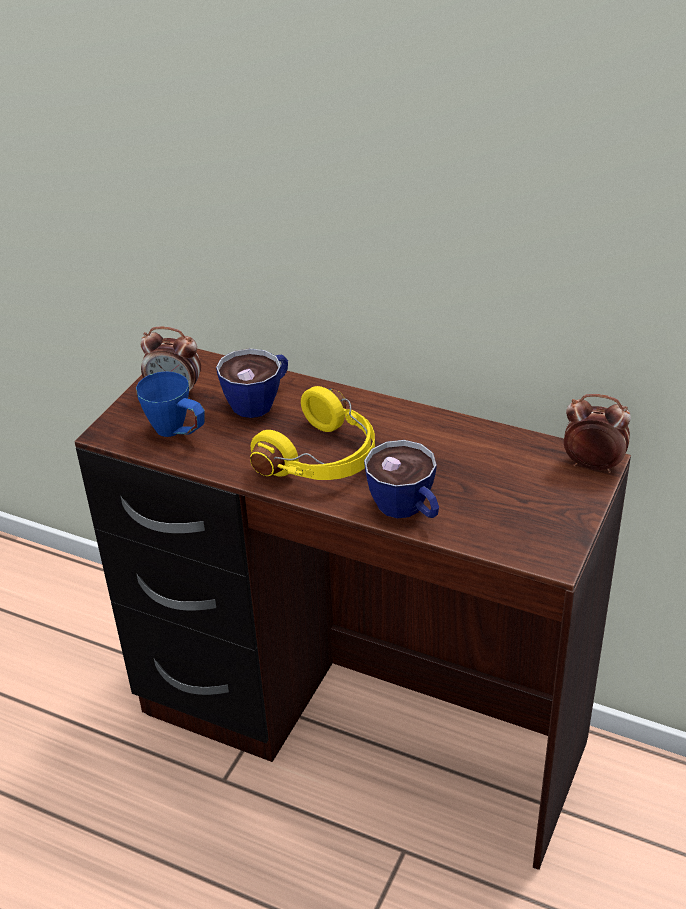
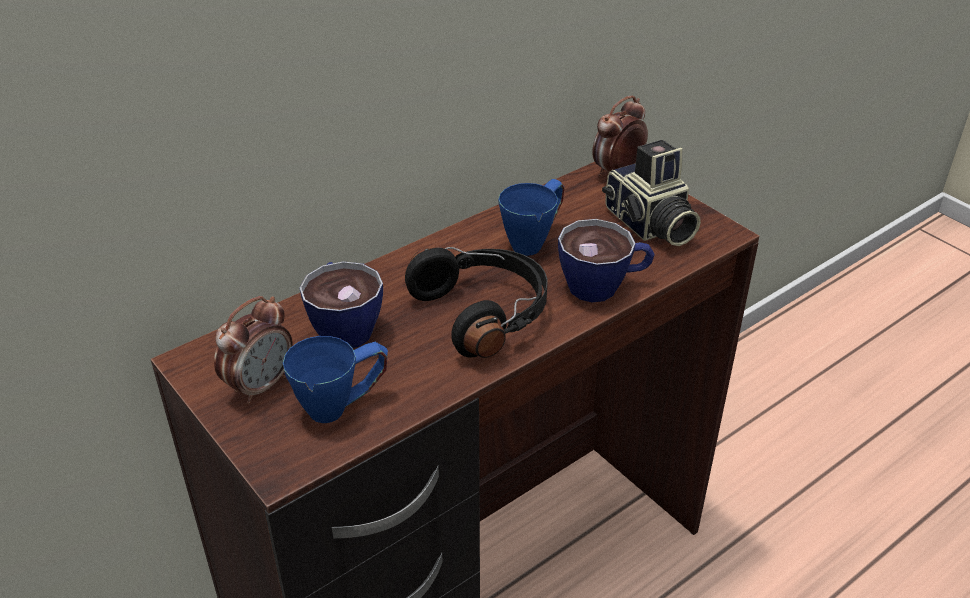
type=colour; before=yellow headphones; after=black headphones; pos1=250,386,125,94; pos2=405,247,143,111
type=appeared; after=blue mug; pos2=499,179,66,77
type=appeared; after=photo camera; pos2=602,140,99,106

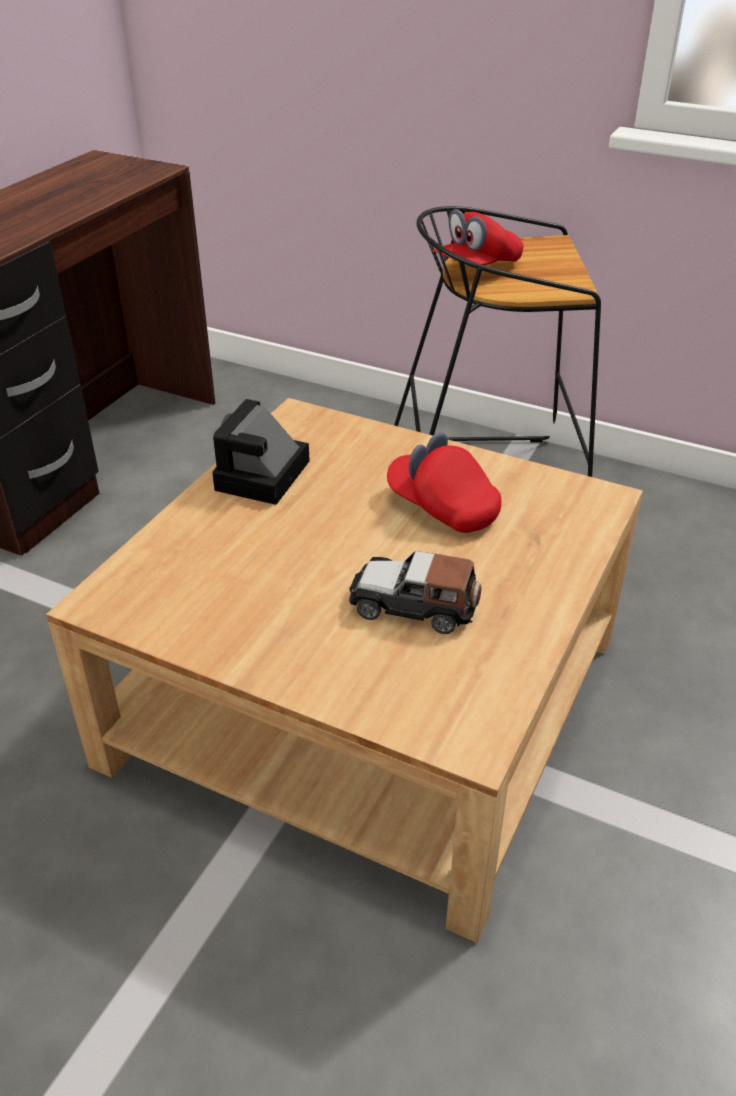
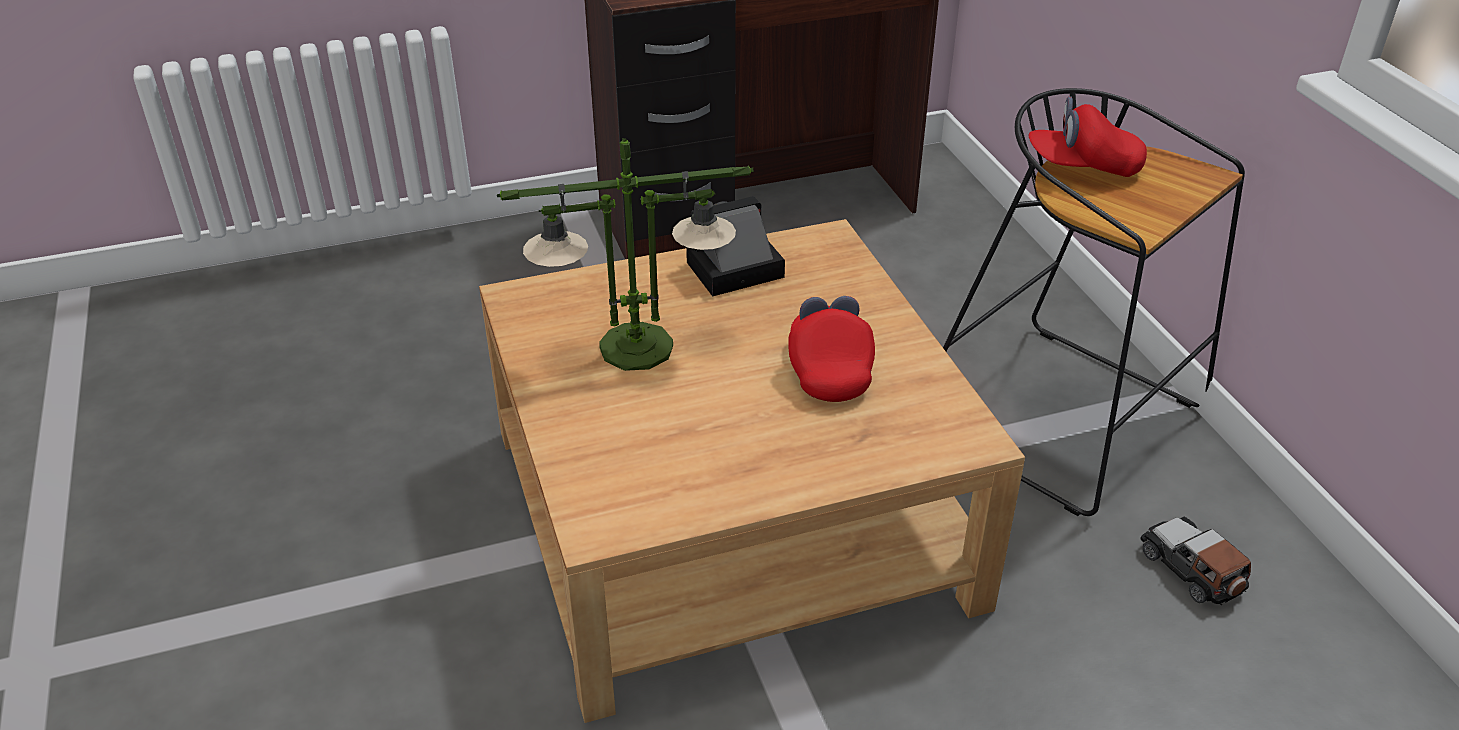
type=relocated; before=toy car; pos1=349,551,133,83; pos2=1140,517,111,89
type=appeared; after=table lamp; pos2=497,138,256,233

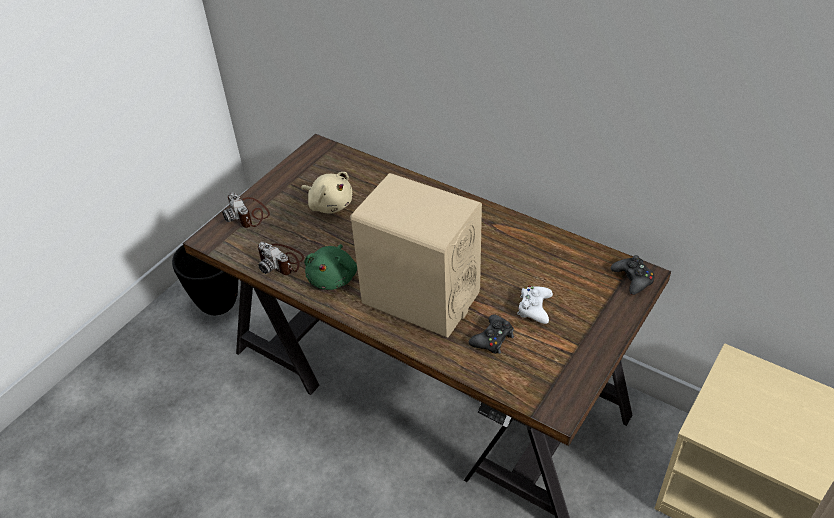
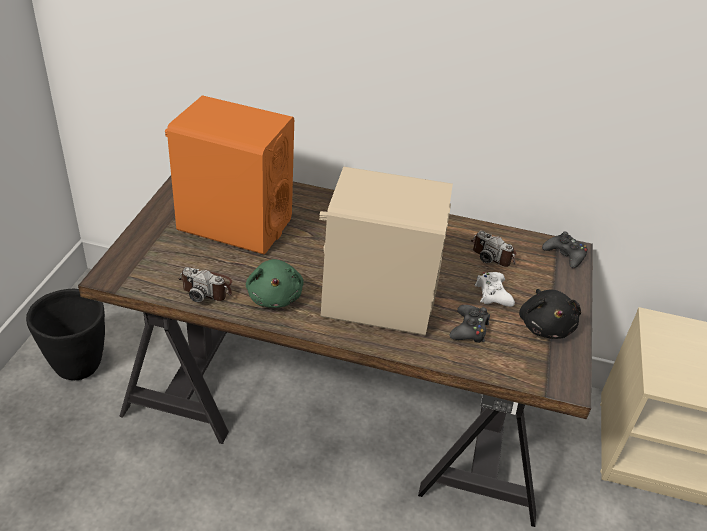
type=relocated; before=photo camera; pos1=222,192,48,36; pos2=471,231,45,36
type=exchanged; before=beige plush toy; after=orange speaker; pos1=301,172,52,42; pos2=165,96,129,159
type=appeared; after=black plush toy; pos2=519,289,62,50

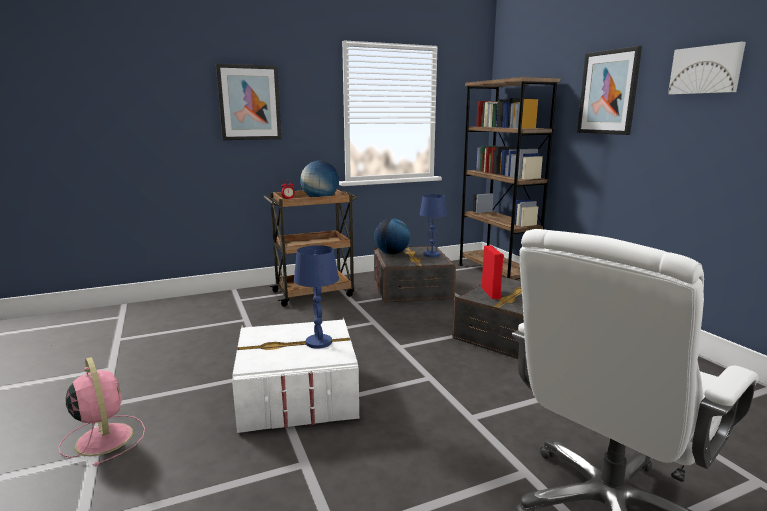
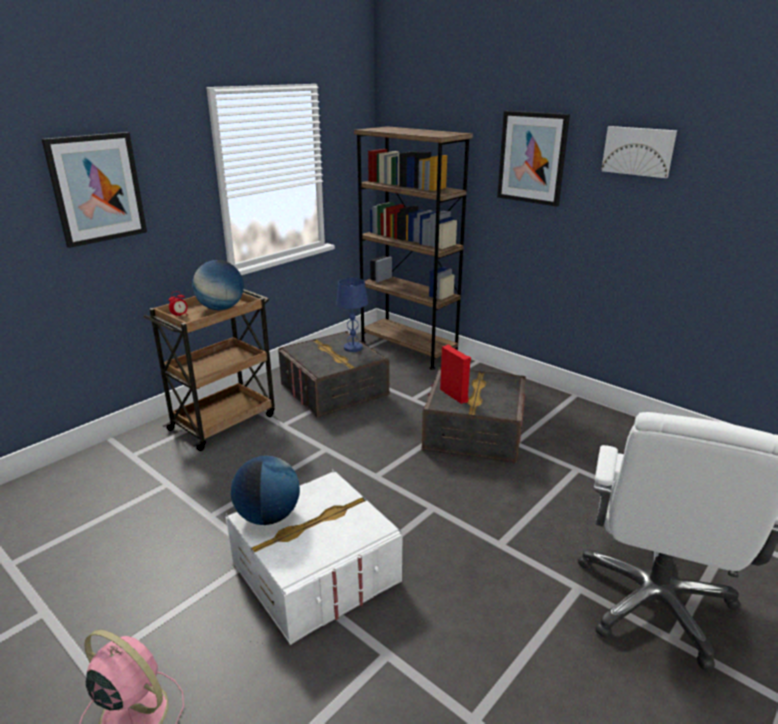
type=missing; before=blue table lamp; pos1=294,245,45,104
type=relocated; before=globe; pos1=374,218,36,36; pos2=231,456,69,69

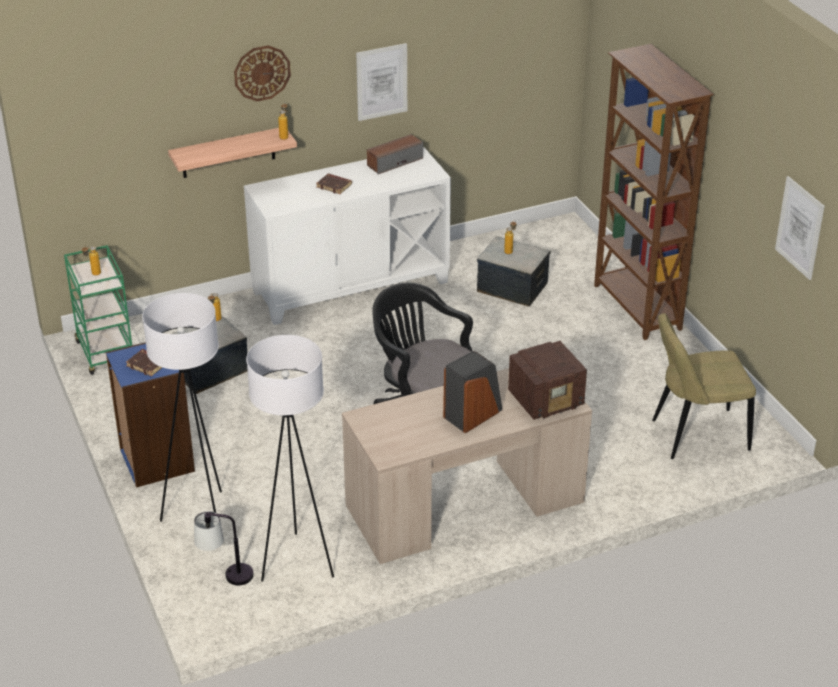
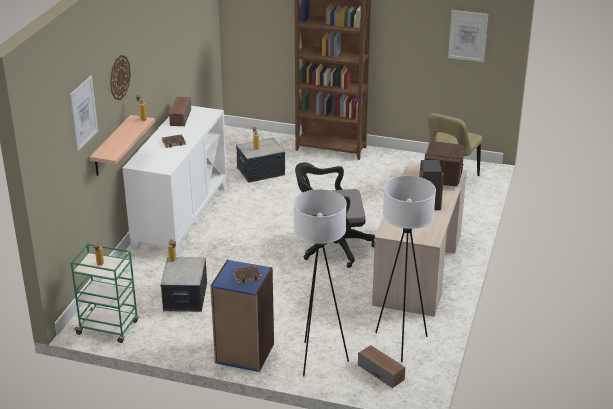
type=exchanged; before=table lamp; after=speaker; pos1=194,511,60,75; pos2=358,345,47,43
type=relocated; before=picture; pos1=356,43,51,78; pos2=70,76,28,75

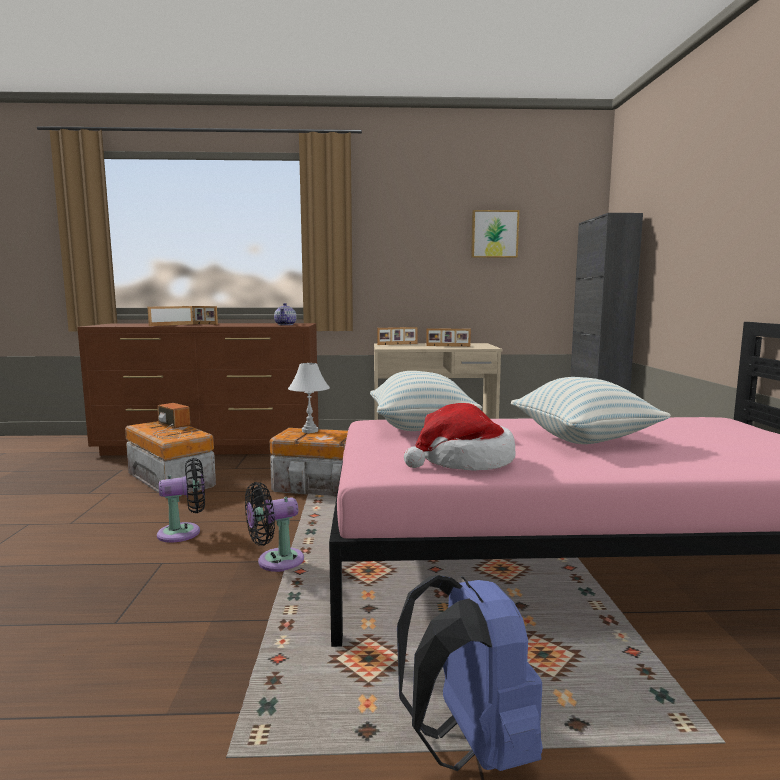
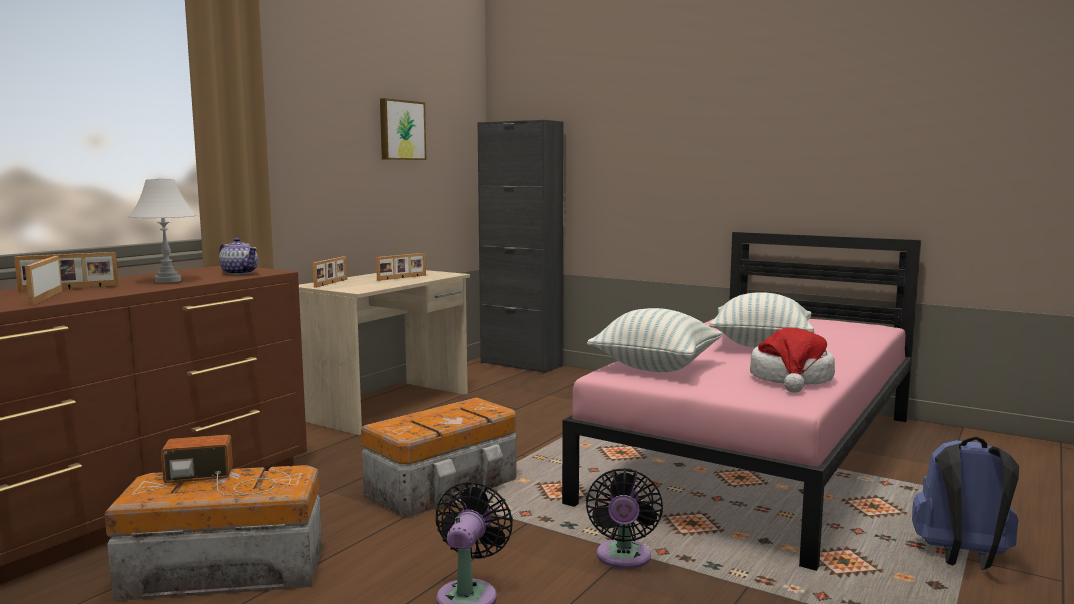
type=relocated; before=white table lamp; pos1=288,363,42,70; pos2=129,178,67,105

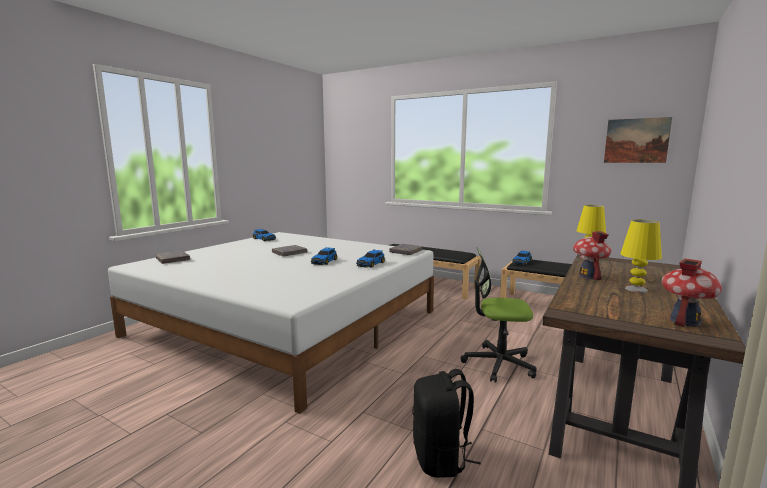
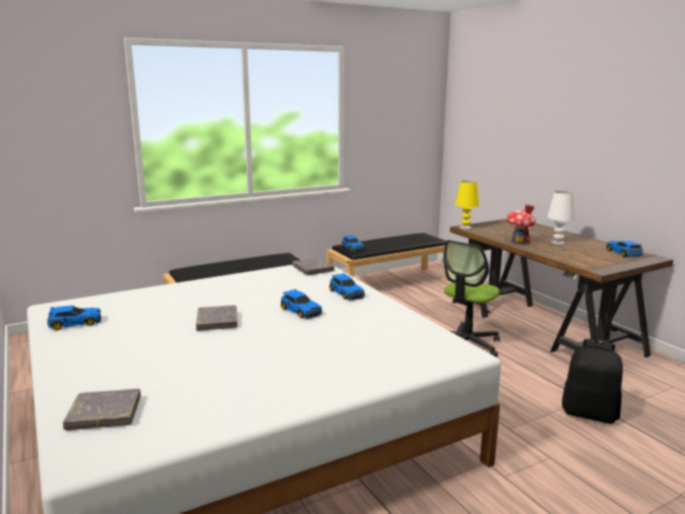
type=missing; before=picture; pos1=604,117,68,46
type=colour; before=yellow table lamp; after=white table lamp; pos1=620,220,42,73; pos2=547,191,28,54
type=exchanged; before=toy house; after=toy car; pos1=662,258,60,69; pos2=606,241,37,16

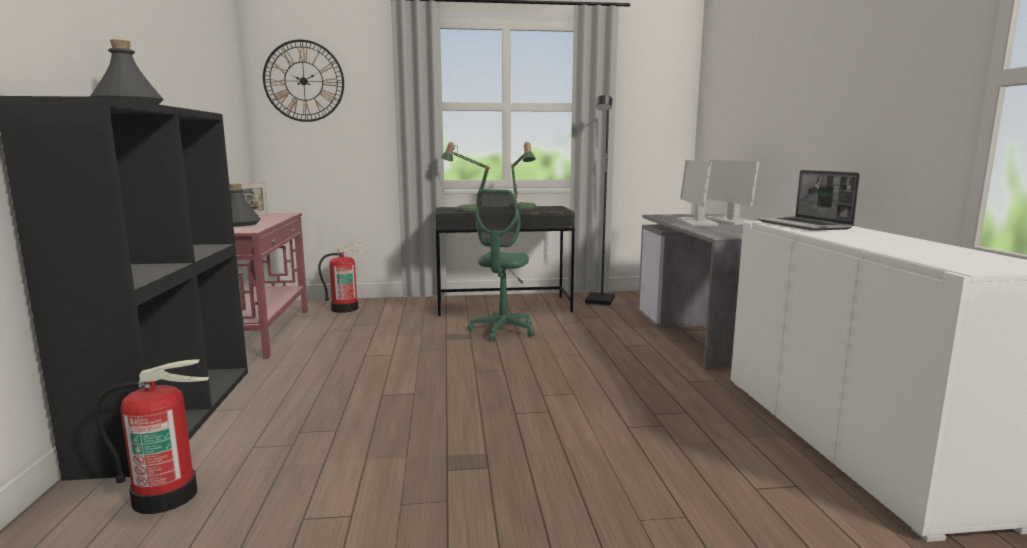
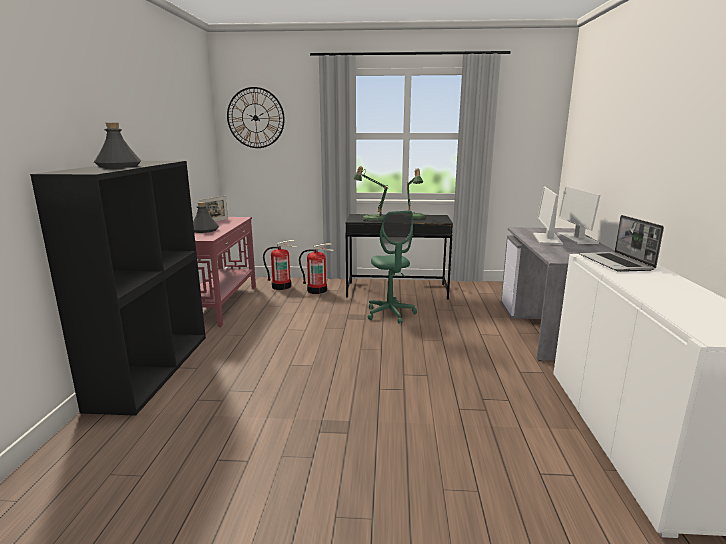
type=relocated; before=fire extinguisher; pos1=94,359,115,155; pos2=299,243,35,51
type=spun; before=green office chair; pos1=467,189,68,152; pos2=368,211,49,113; turn=-45
type=missing; before=black floor lamp; pos1=585,95,30,211

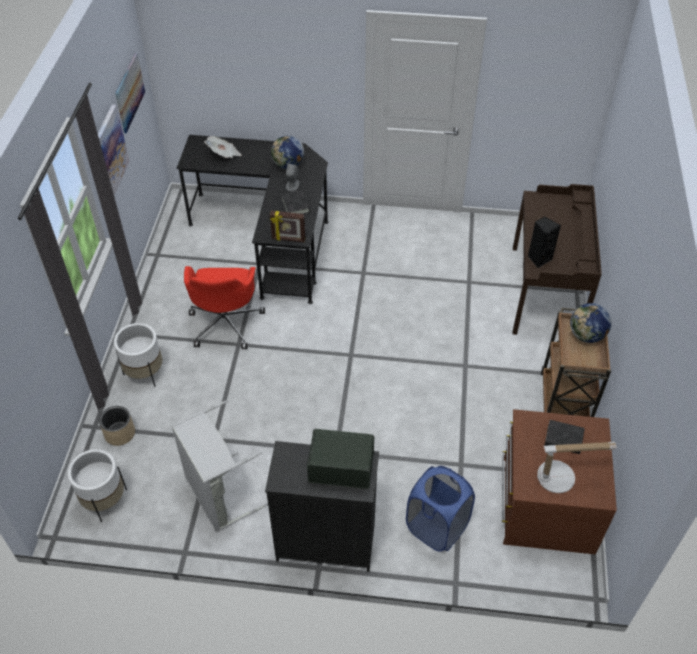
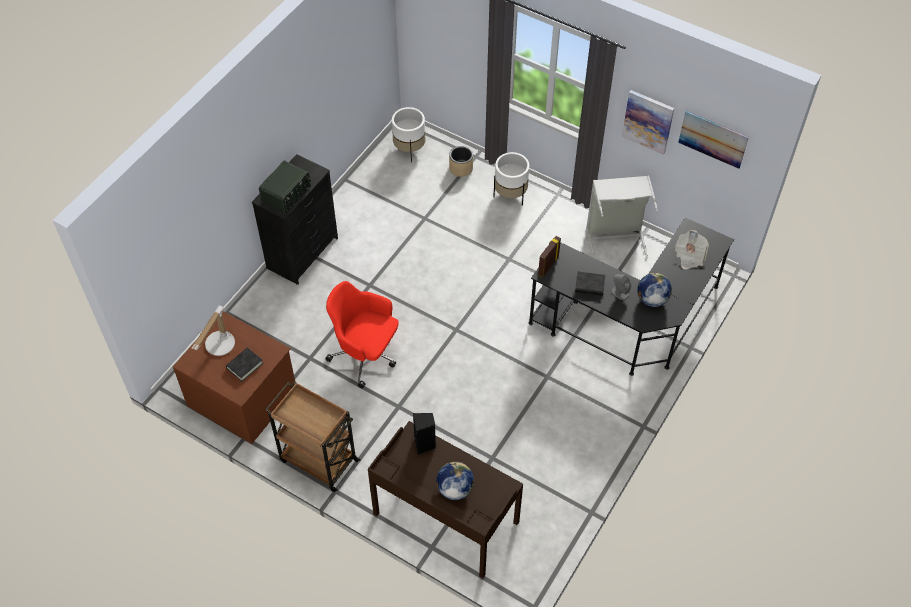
type=relocated; before=grey laundry basket; pos1=171,399,97,133; pos2=586,175,72,84
type=relocated; before=red office chair; pos1=184,266,81,83; pos2=325,281,74,108
type=missing; before=blue laundry basket; pos1=406,466,69,86
type=relocated; before=globe; pos1=570,303,42,40; pos2=436,462,38,38

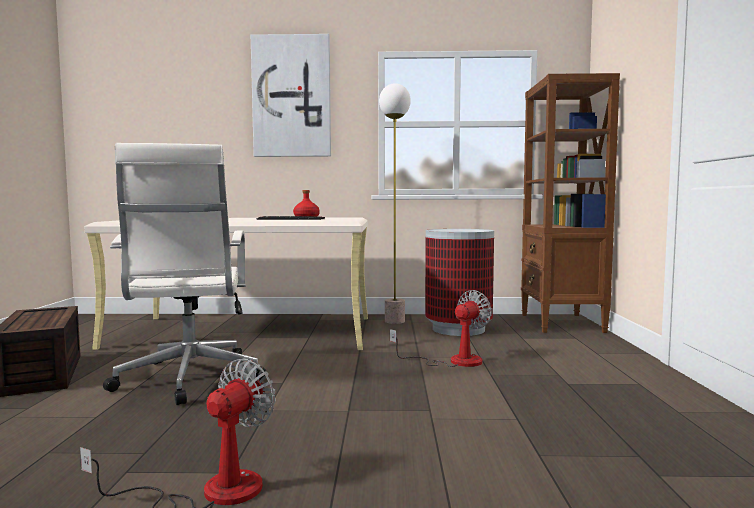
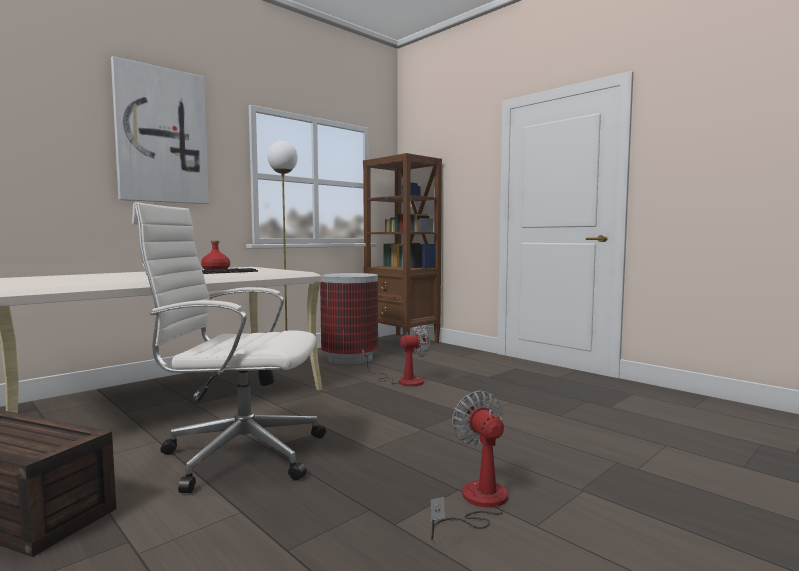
type=spun; before=white office chair; pos1=103,143,163,262; pos2=132,202,194,291; turn=150
type=spun; before=fan; pos1=390,290,102,77; pos2=362,325,68,61; turn=75

